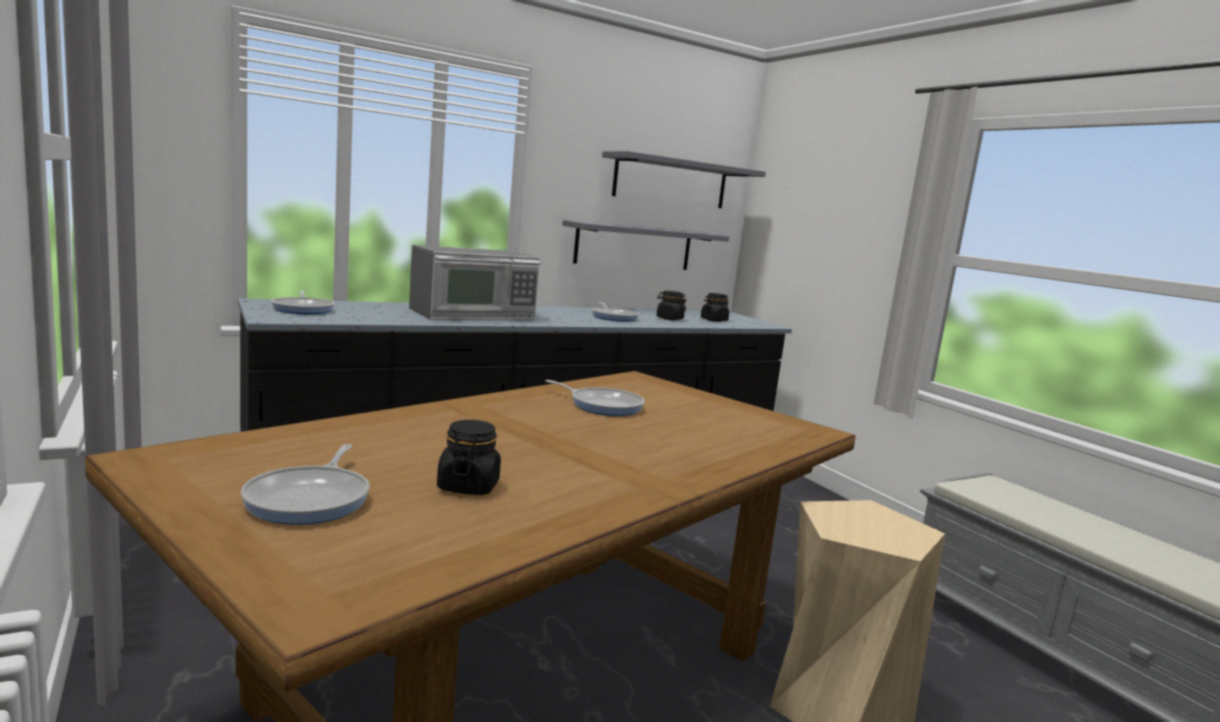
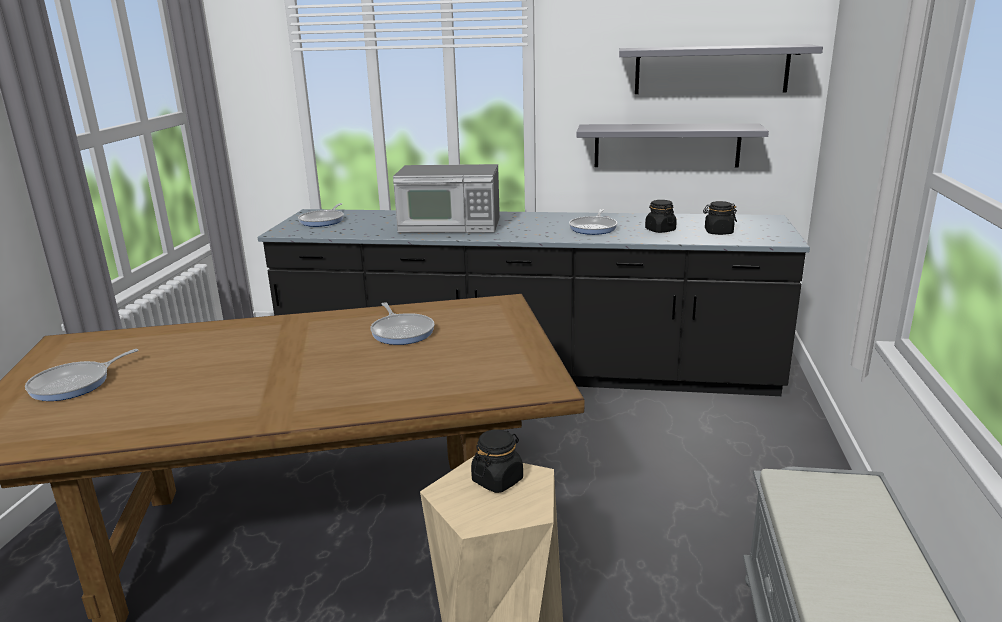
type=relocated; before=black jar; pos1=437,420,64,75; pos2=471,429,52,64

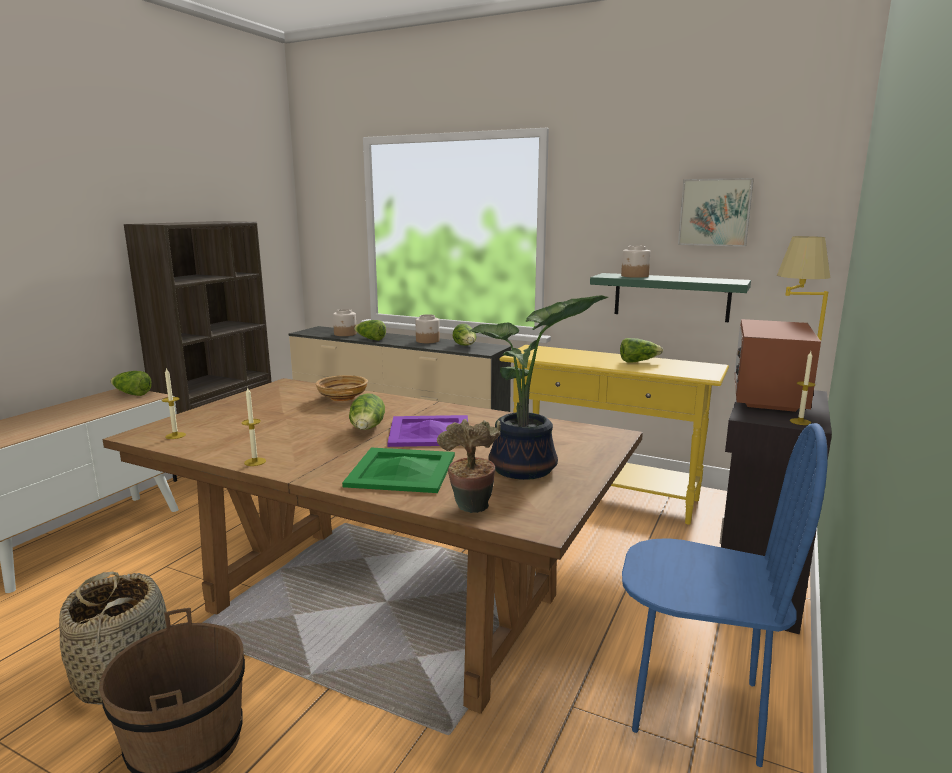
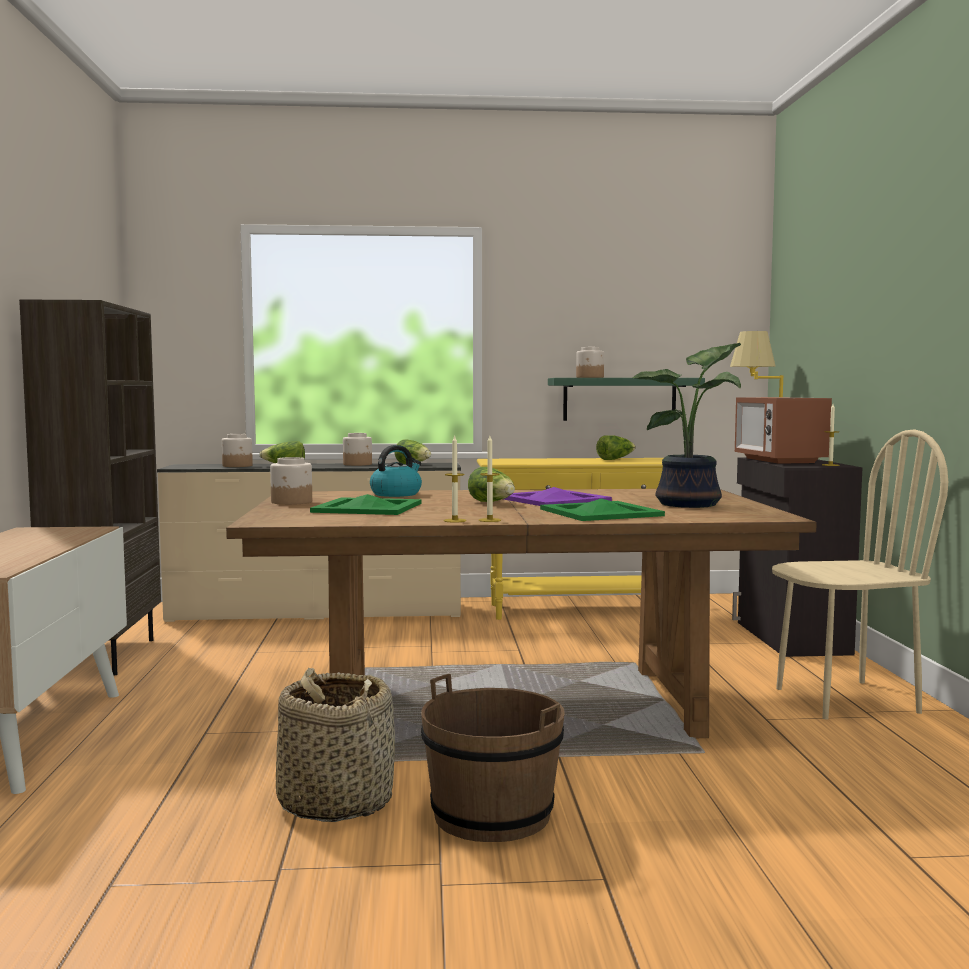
type=missing; before=lettuce; pos1=110,371,42,25
type=relocated; before=candle; pos1=162,367,24,72; pos2=479,436,22,86
type=exchanged; before=beige bowl; after=kettle; pos1=315,375,53,26; pos2=370,445,52,52
type=missing; before=potted plant; pos1=437,419,64,94
type=colour; before=blue chair; after=beige chair; pos1=622,423,206,344; pos2=772,429,176,291
type=missing; before=picture; pos1=678,178,76,69
type=appeared; after=jar; pos2=270,457,42,48
type=appeared; after=green tray; pos2=310,494,111,21

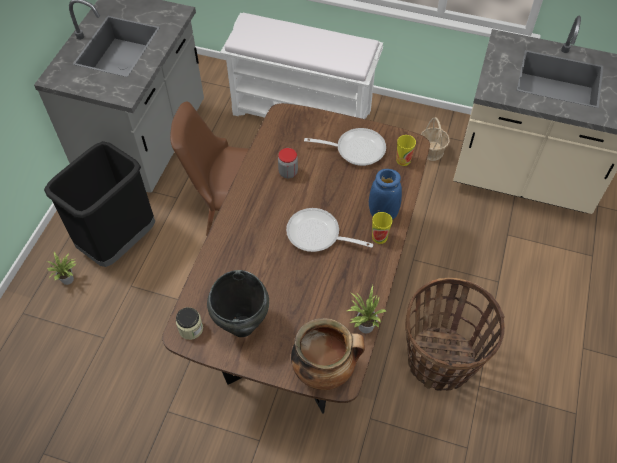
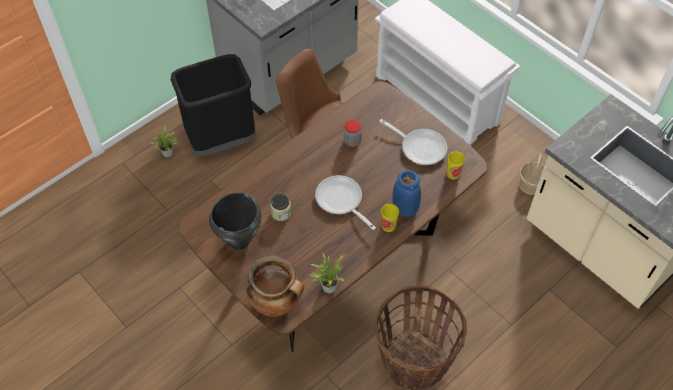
type=relocated; before=jar; pos1=176,307,27,33; pos2=270,194,21,27

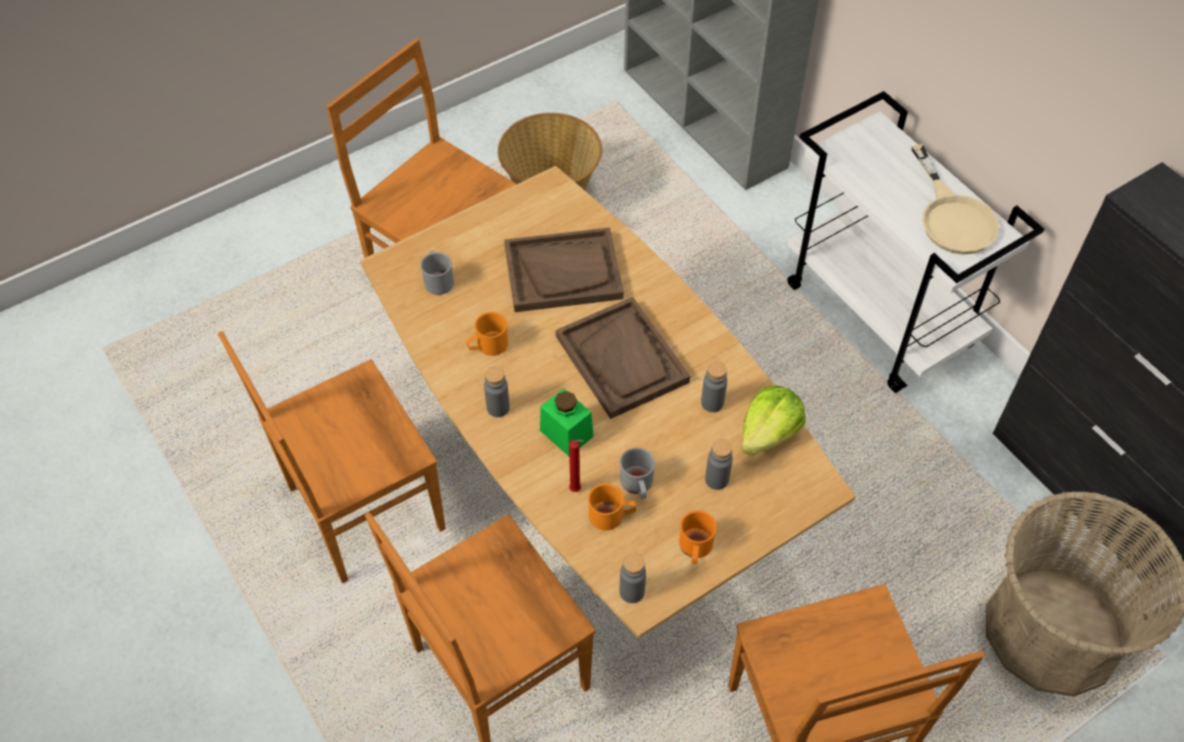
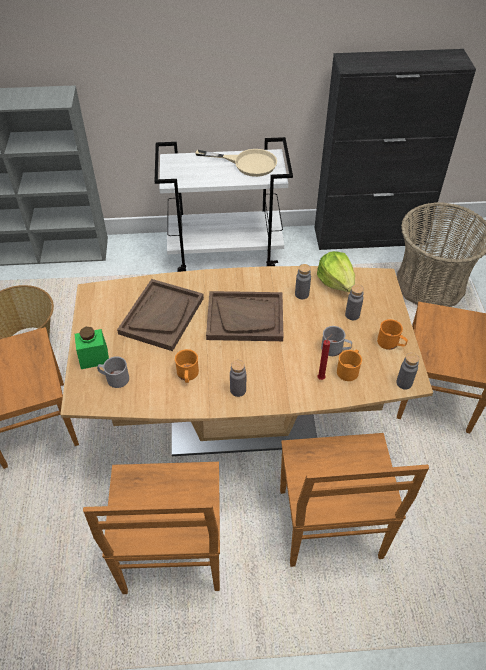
type=relocated; before=green jar; pos1=540,389,54,67; pos2=75,327,34,42

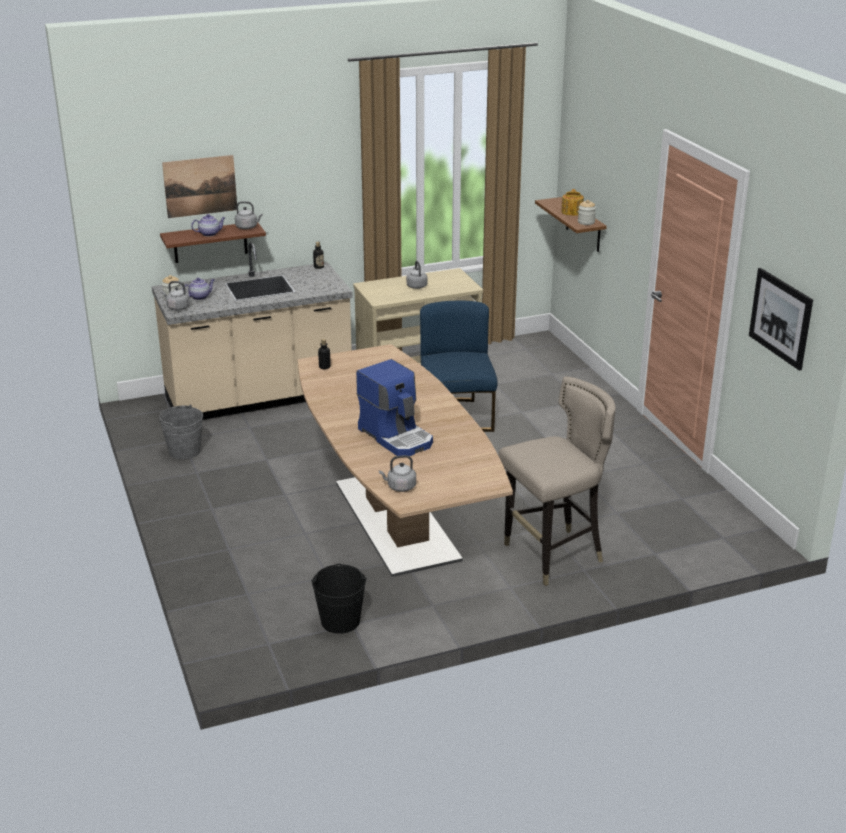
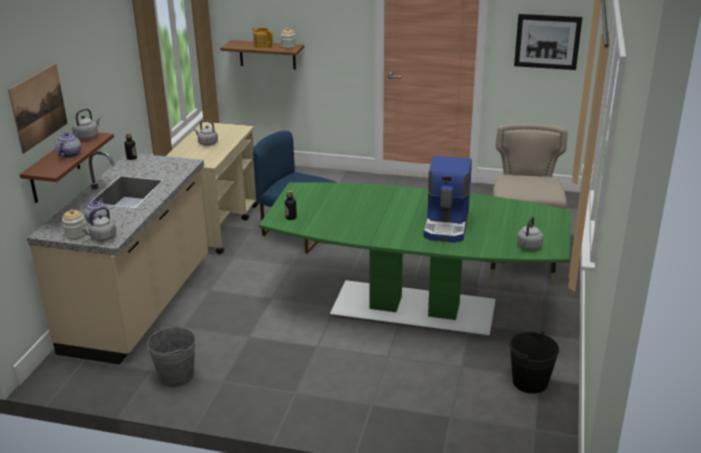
type=colour; before=brown dining table; after=green dining table; pos1=298,344,215,233; pos2=259,182,312,156
type=spun; before=coffee machine; pos1=356,359,77,97; pos2=424,156,48,87; turn=105

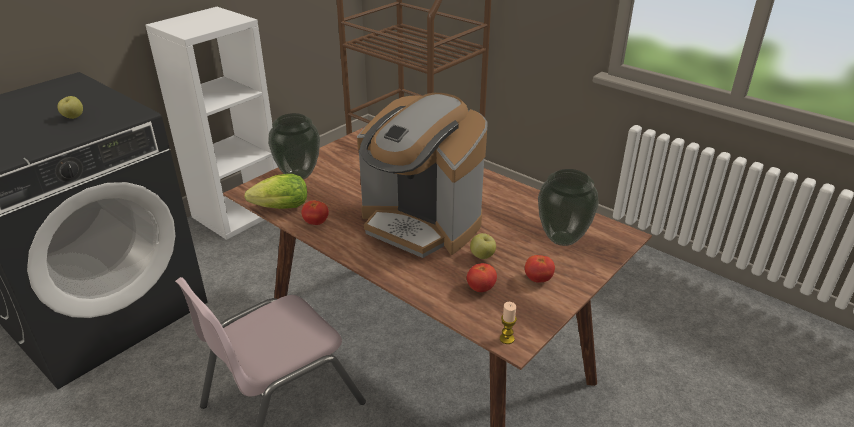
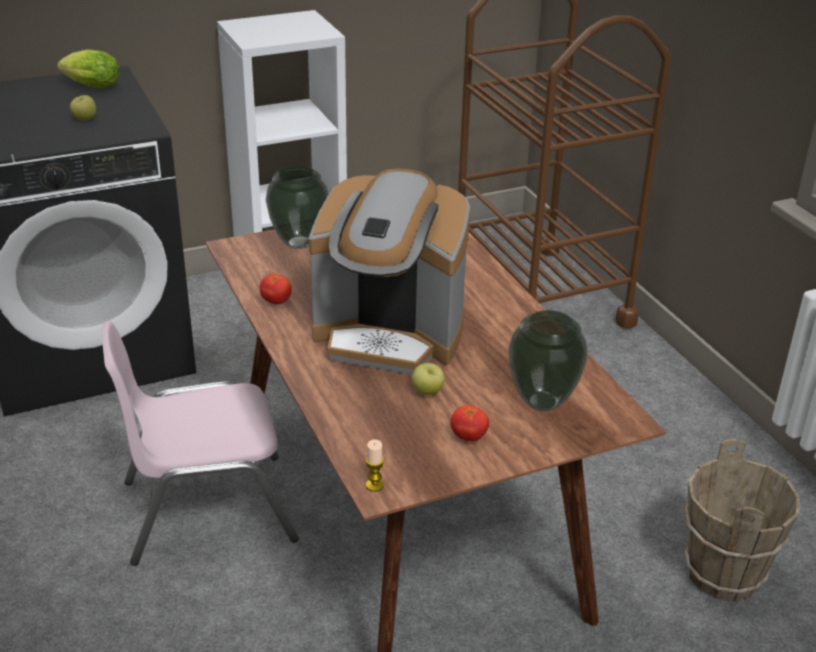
type=relocated; before=lettuce; pos1=244,174,63,35; pos2=58,49,62,40
type=spun; before=coffee machine; pos1=357,93,131,165; pos2=309,168,161,207; turn=-45
type=missing; before=tomato; pos1=467,263,30,29
type=appeared; after=brown bucket; pos2=684,439,116,162

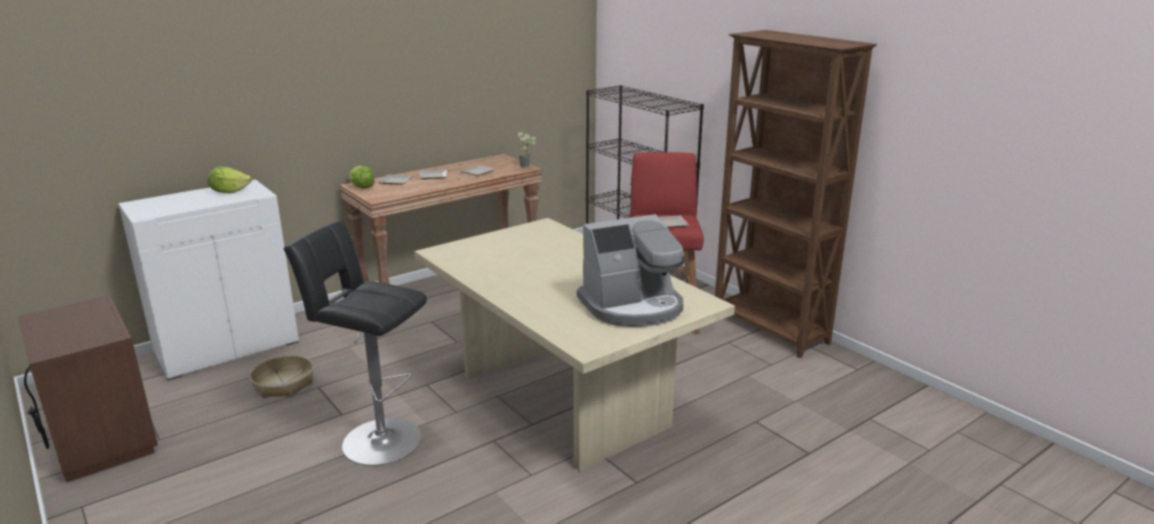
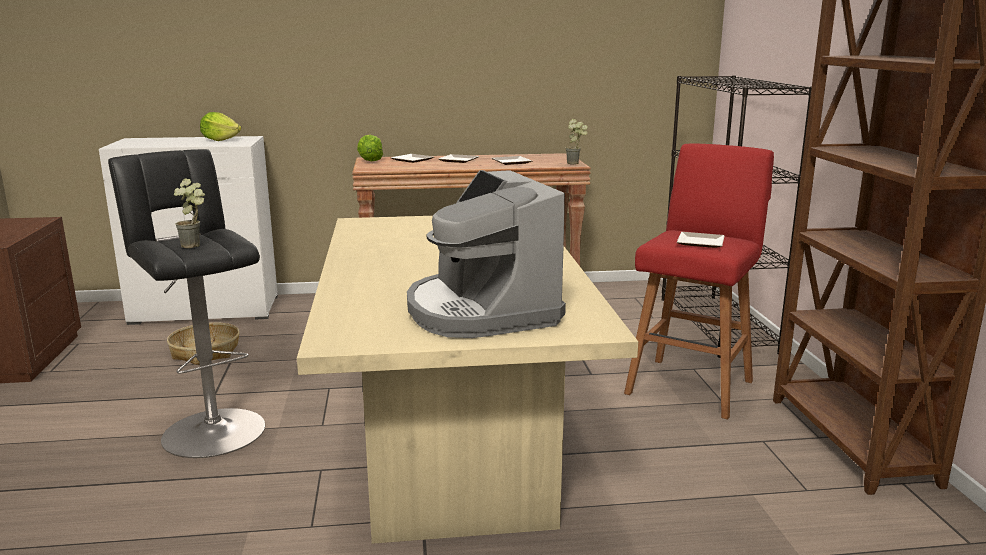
type=spun; before=coffee machine; pos1=577,214,108,113; pos2=407,170,159,168; turn=60
type=appeared; after=potted plant; pos2=174,178,31,70

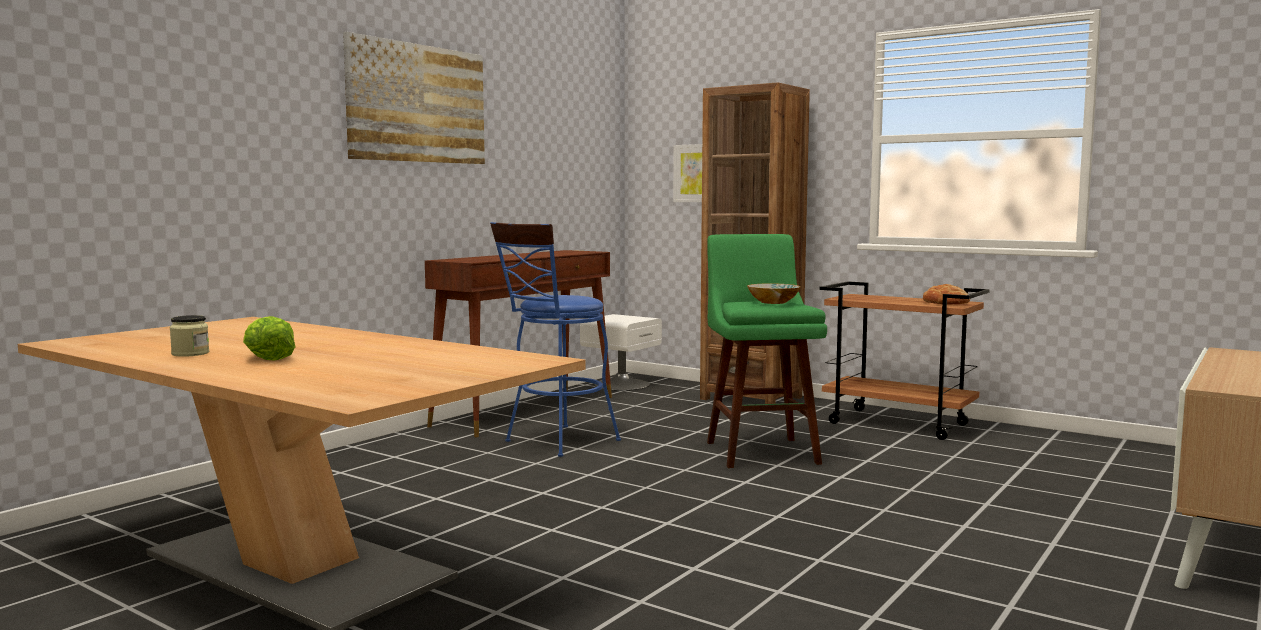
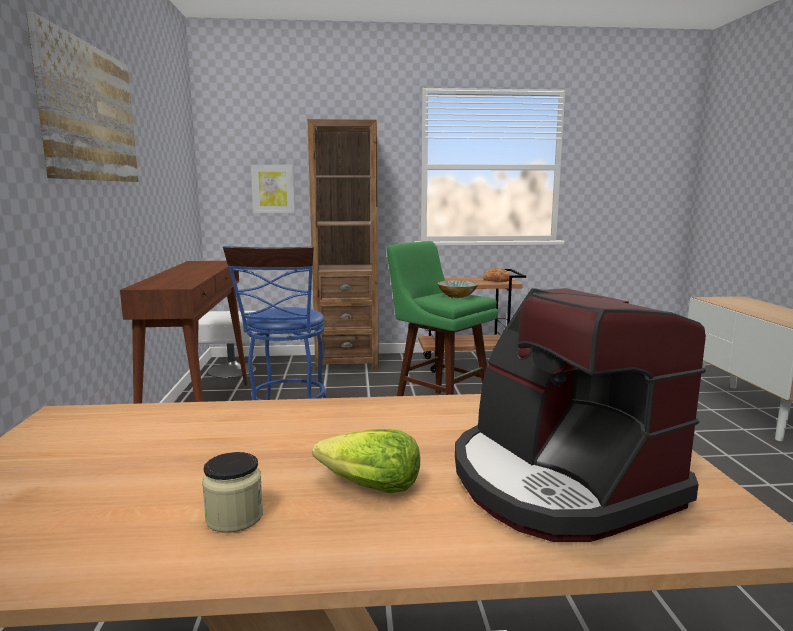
type=appeared; after=coffee machine; pos2=455,288,251,254

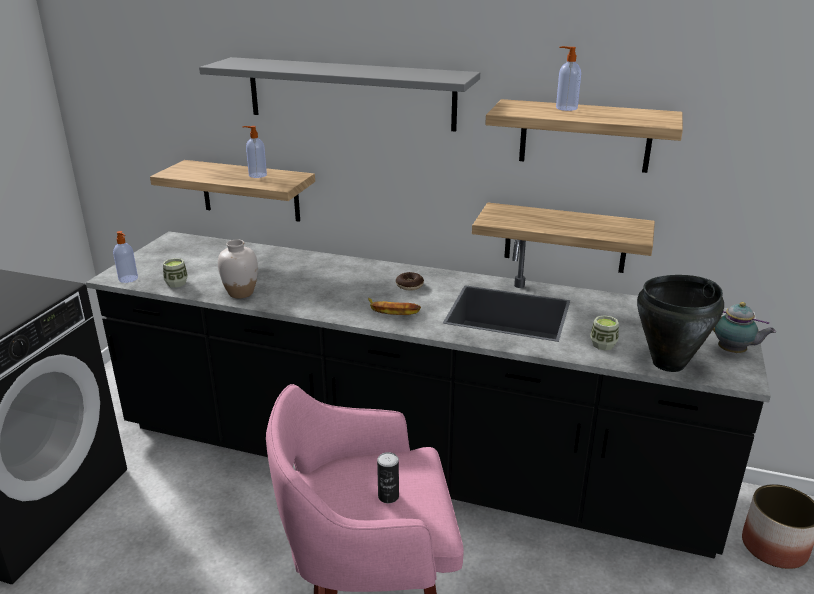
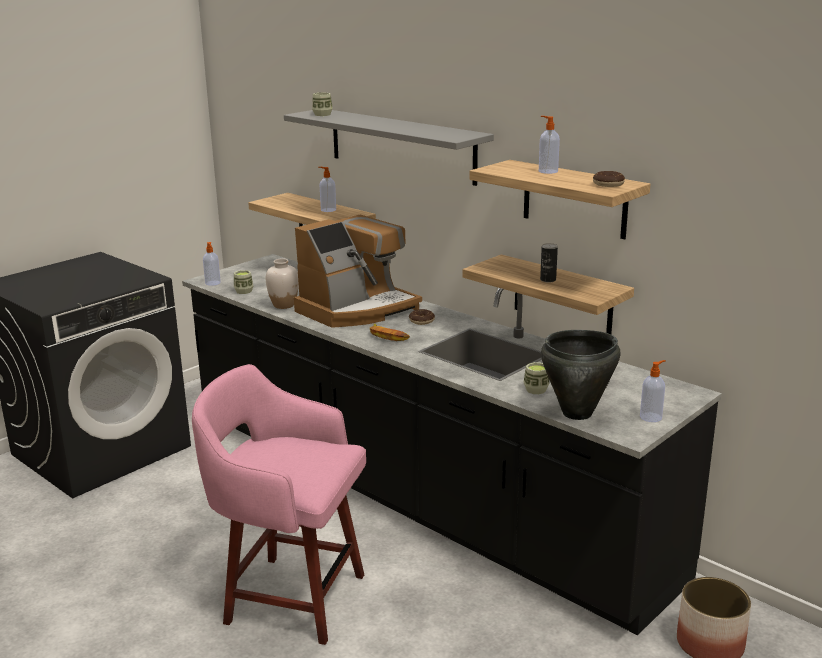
type=relocated; before=can; pos1=377,452,22,51; pos2=540,243,18,39
type=exchanged; before=teapot; after=soap dispenser; pos1=713,302,63,51; pos2=640,360,26,62
type=appeared; after=coffee machine; pos2=294,215,128,113
type=appeared; after=cup; pos2=312,93,21,23
type=appeared; after=donut; pos2=593,171,32,16

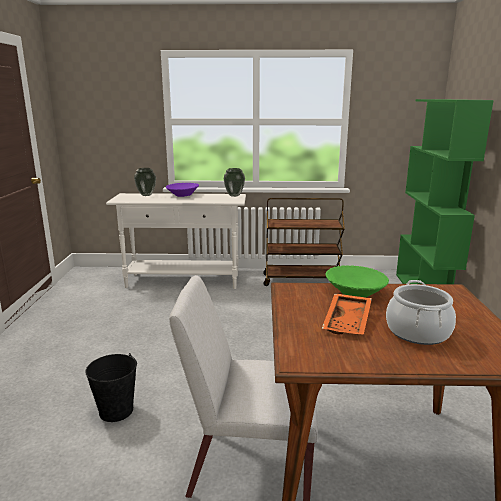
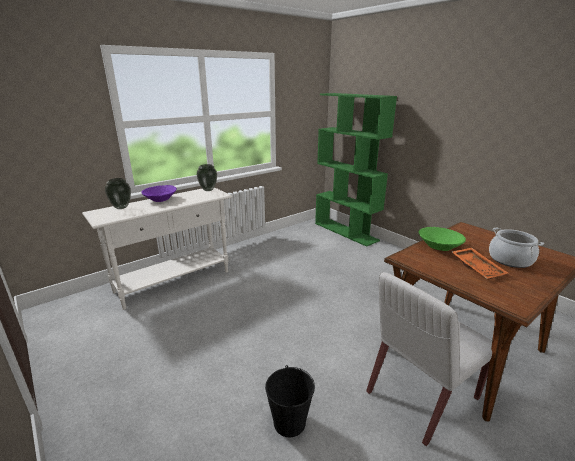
type=missing; before=brown cart; pos1=263,198,82,88

